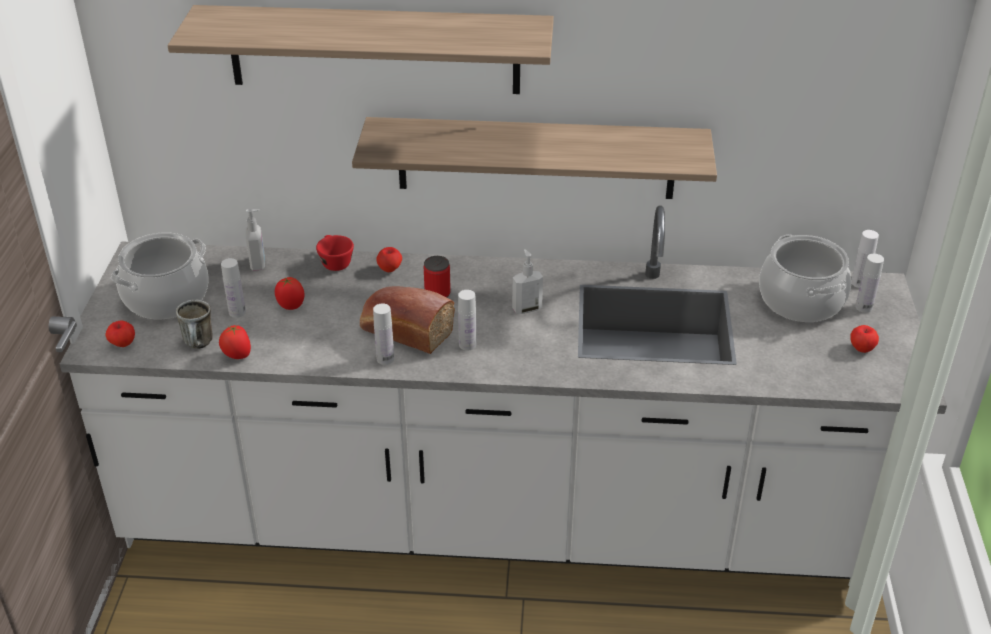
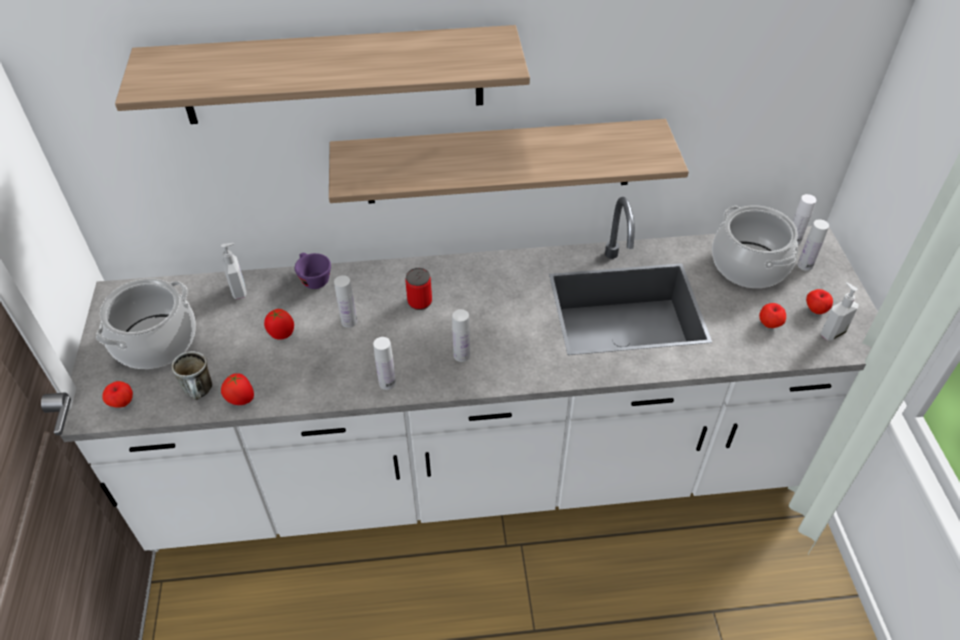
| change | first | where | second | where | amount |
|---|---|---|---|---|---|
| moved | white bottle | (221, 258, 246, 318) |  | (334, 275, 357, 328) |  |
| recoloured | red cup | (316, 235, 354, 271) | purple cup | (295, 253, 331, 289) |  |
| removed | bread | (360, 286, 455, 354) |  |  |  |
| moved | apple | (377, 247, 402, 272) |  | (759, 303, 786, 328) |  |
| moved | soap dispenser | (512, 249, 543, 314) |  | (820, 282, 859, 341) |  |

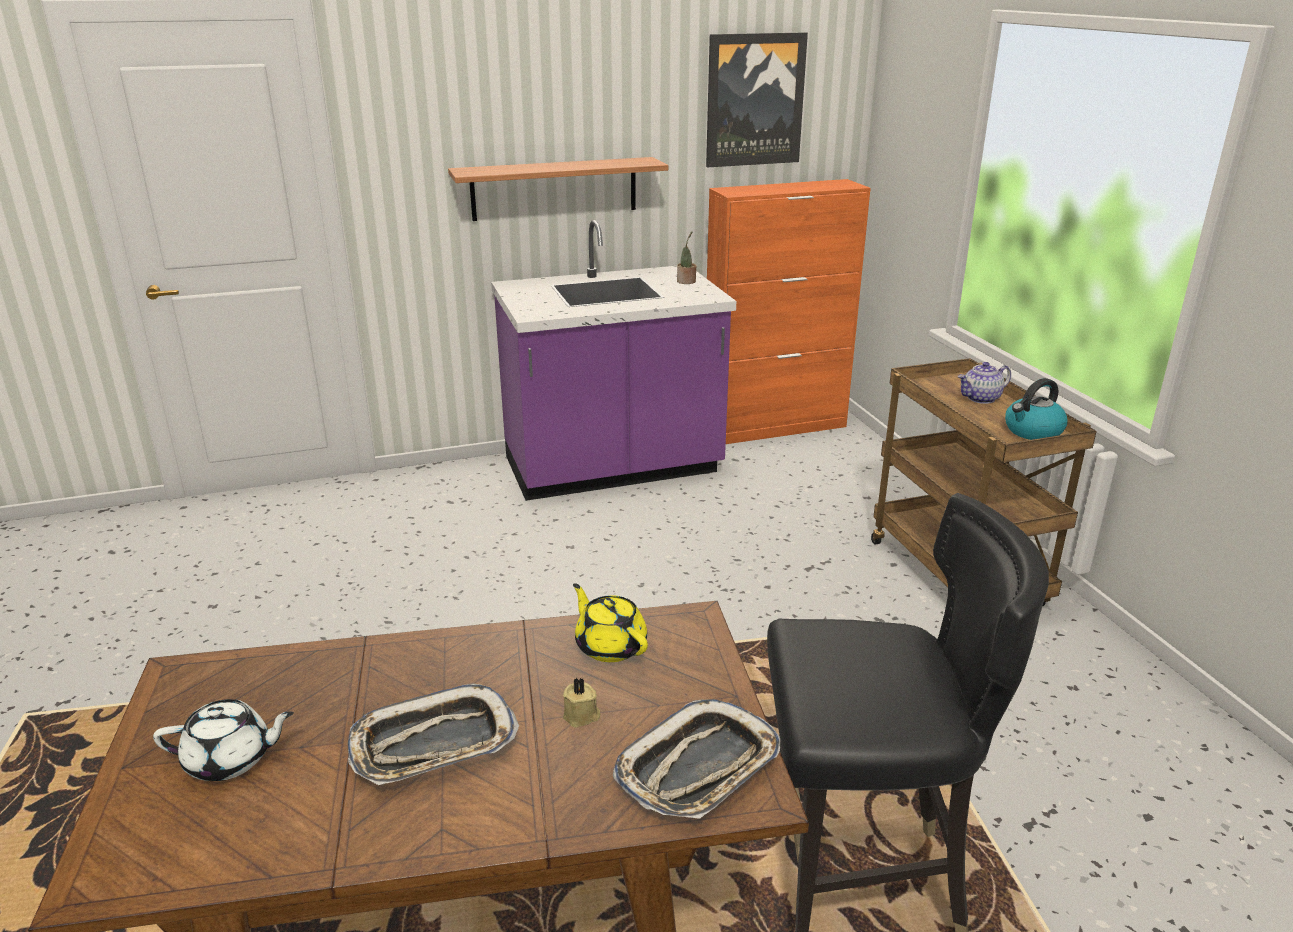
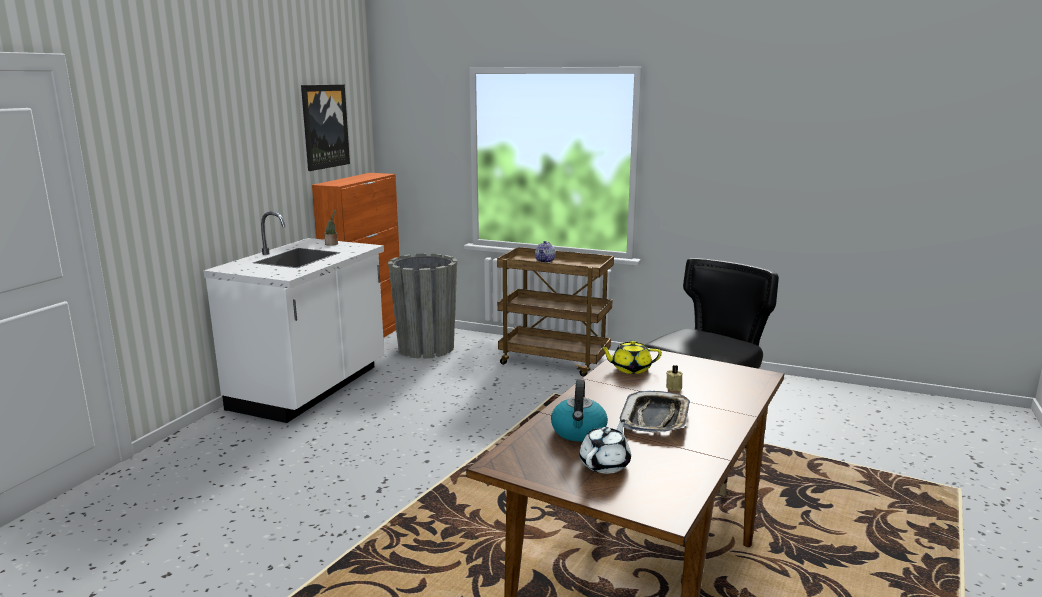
| change | first | where | second | where | amount |
|---|---|---|---|---|---|
| removed | shelf | (448, 157, 668, 221) |  |  |  |
| recoloured | purple counter | (491, 220, 736, 501) | white counter | (203, 211, 384, 423) |  |
| removed | tray | (613, 699, 781, 819) |  |  |  |
| moved | kettle | (1005, 378, 1068, 440) |  | (551, 379, 608, 441) |  |
| added |  |  | grey planter | (388, 253, 457, 359) |  |

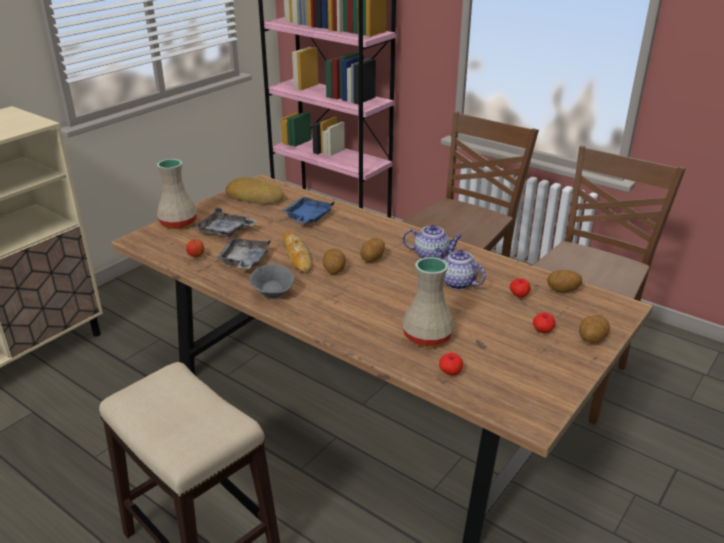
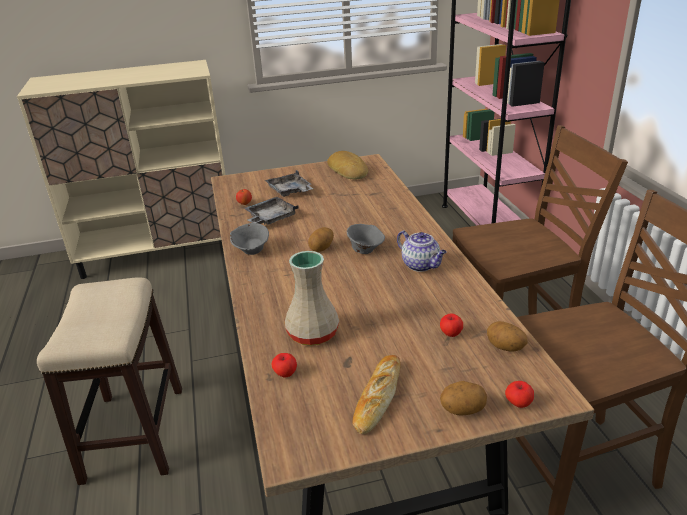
| change | first | where | second | where | amount |
|---|---|---|---|---|---|
| removed | beige vase | (157, 159, 197, 229) |  |  |  |
| removed | blue tray | (282, 197, 334, 223) |  |  |  |
| moved | bread | (283, 232, 312, 273) |  | (352, 355, 401, 434) |  |
| replaced | potato | (360, 238, 385, 262) | grey bowl | (347, 224, 385, 254) |  |
| removed | teapot | (435, 248, 486, 290) |  |  |  |
| moved | apple | (533, 312, 555, 333) |  | (505, 381, 534, 408) |  |

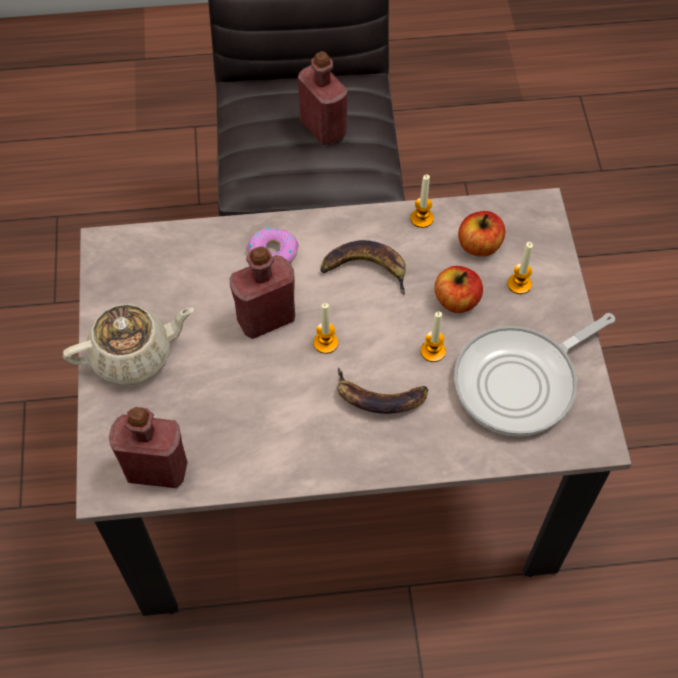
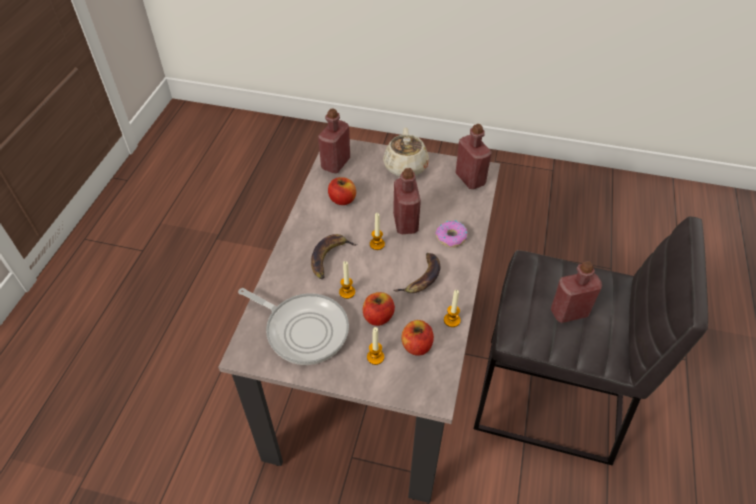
| change | first | where | second | where | amount |
|---|---|---|---|---|---|
| turned | frying pan | (454, 313, 615, 436) |  | (238, 288, 349, 365) | 135 degrees clockwise |
| added |  |  | apple | (328, 177, 356, 205) |  |
| added |  |  | red bottle | (455, 124, 492, 189) |  |

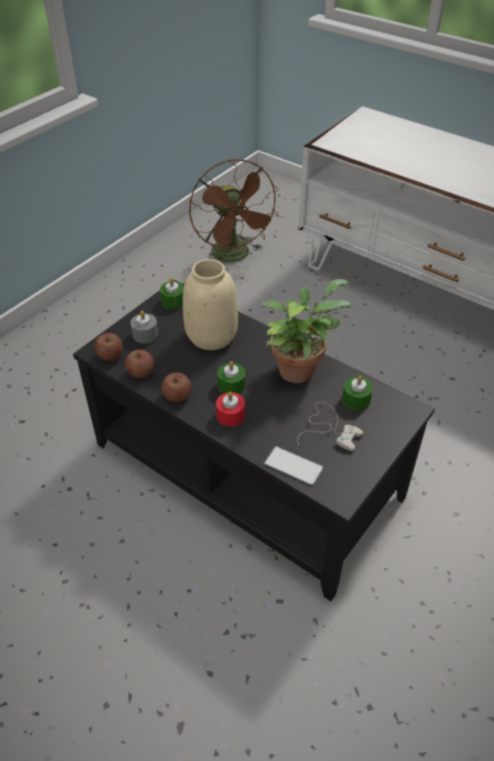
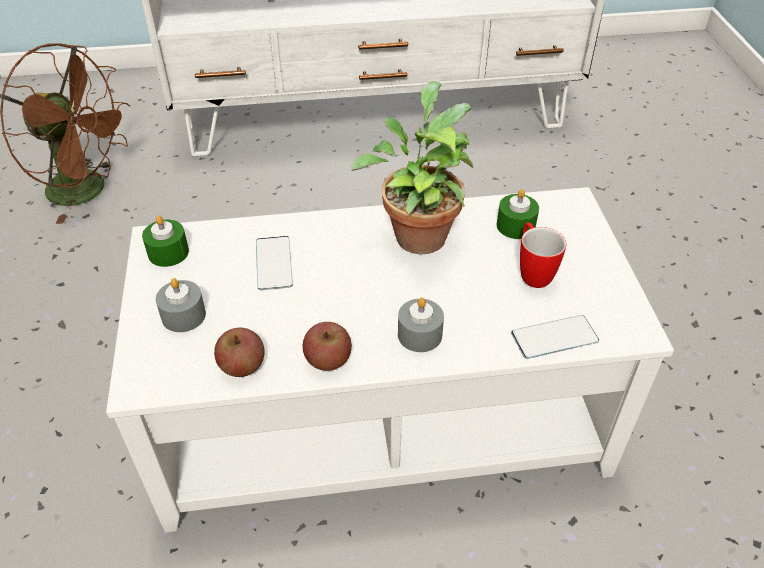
| change | first | where | second | where | amount |
|---|---|---|---|---|---|
| recoloured | black coffee table | (73, 280, 435, 601) | white coffee table | (106, 187, 674, 533) |  |
| removed | apple | (94, 333, 123, 361) |  |  |  |
| replaced | beige vase | (183, 259, 238, 350) | phone | (256, 236, 293, 290) |  |
| recoloured | red candle | (216, 392, 245, 427) | grey candle | (398, 297, 444, 352) |  |
| removed | green candle | (217, 361, 245, 394) |  |  |  |
| replaced | white game controller | (297, 402, 363, 451) | mug | (520, 223, 566, 288) |  |

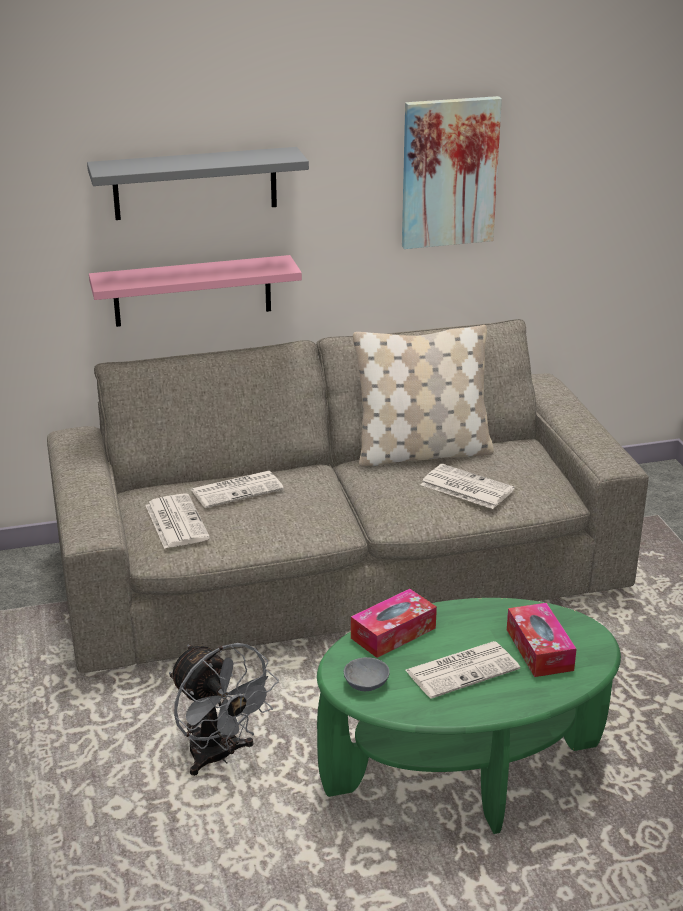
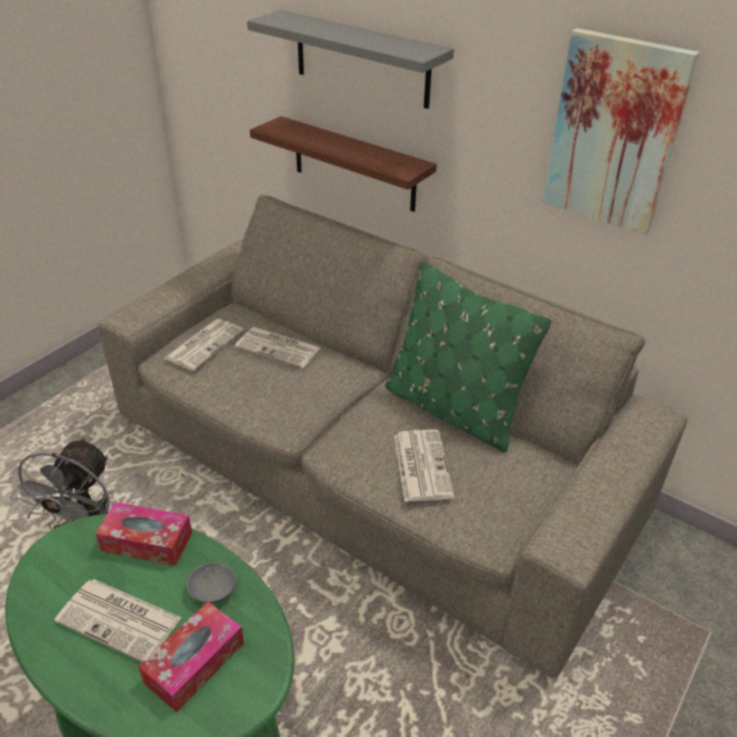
| change | first | where | second | where | amount |
|---|---|---|---|---|---|
| recoloured | pink shelf | (89, 255, 302, 327) | brown shelf | (250, 116, 437, 212) |  |
| moved | grey bowl | (344, 657, 390, 691) |  | (186, 562, 236, 604) |  |
| recoloured | beige pillow | (353, 325, 494, 466) | green pillow | (385, 262, 552, 452) |  |

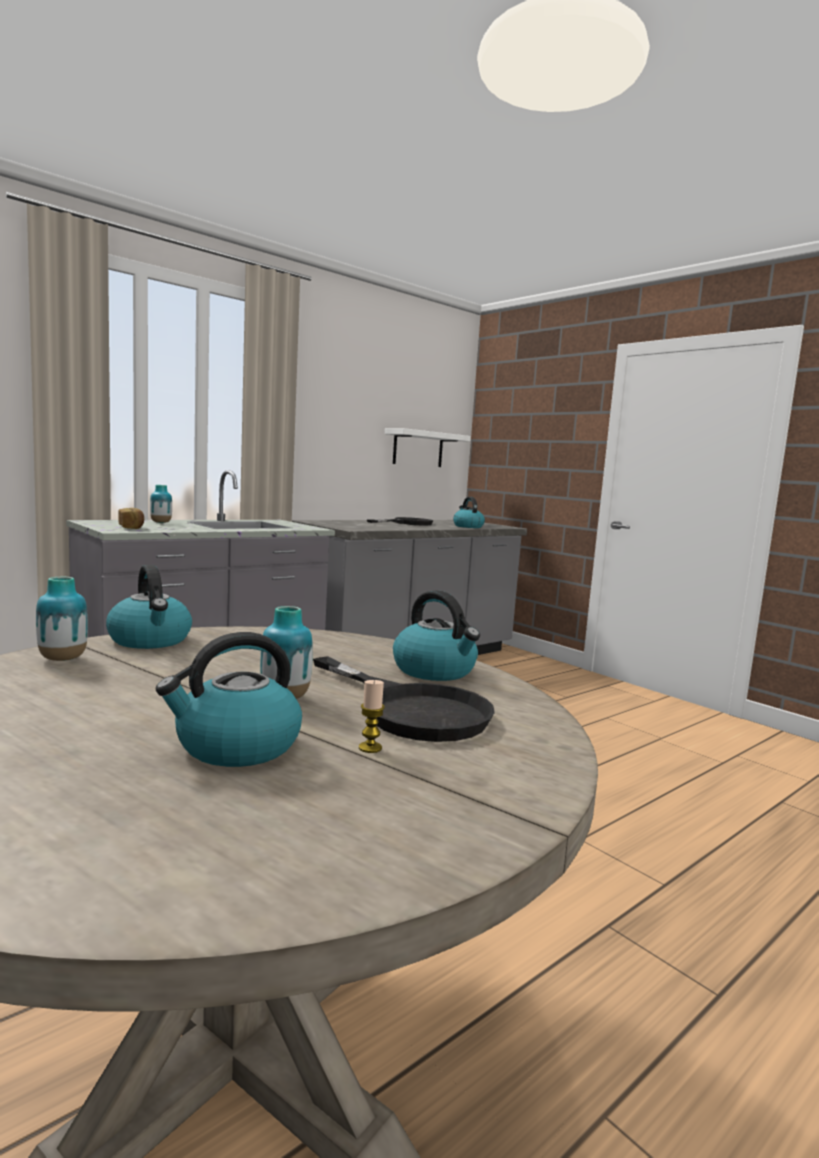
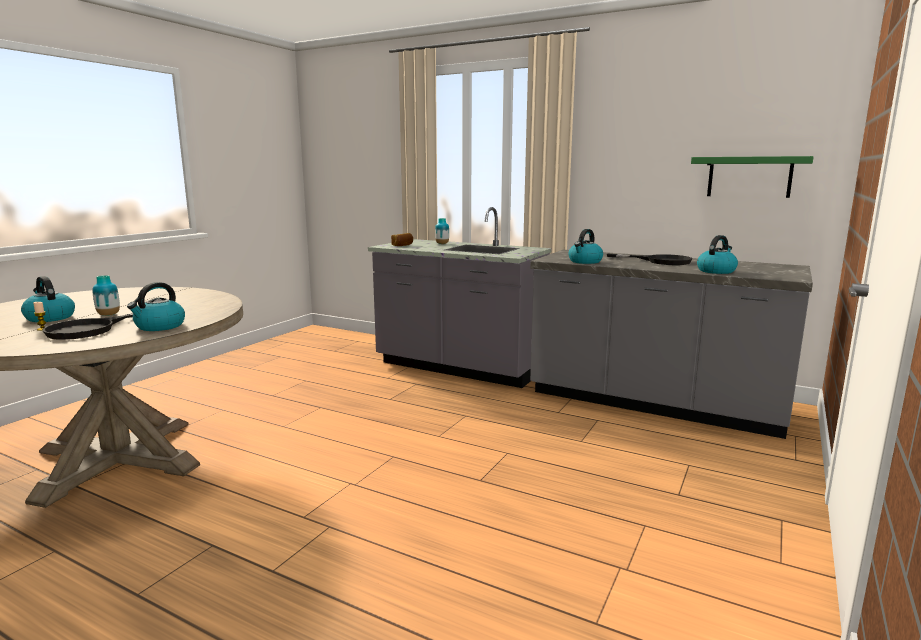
| change | first | where | second | where | amount |
|---|---|---|---|---|---|
| removed | vase | (36, 577, 88, 661) |  |  |  |
| moved | kettle | (106, 565, 192, 649) |  | (568, 229, 603, 264) |  |
| recoloured | white shelf | (385, 428, 471, 467) | green shelf | (691, 156, 814, 198) |  |

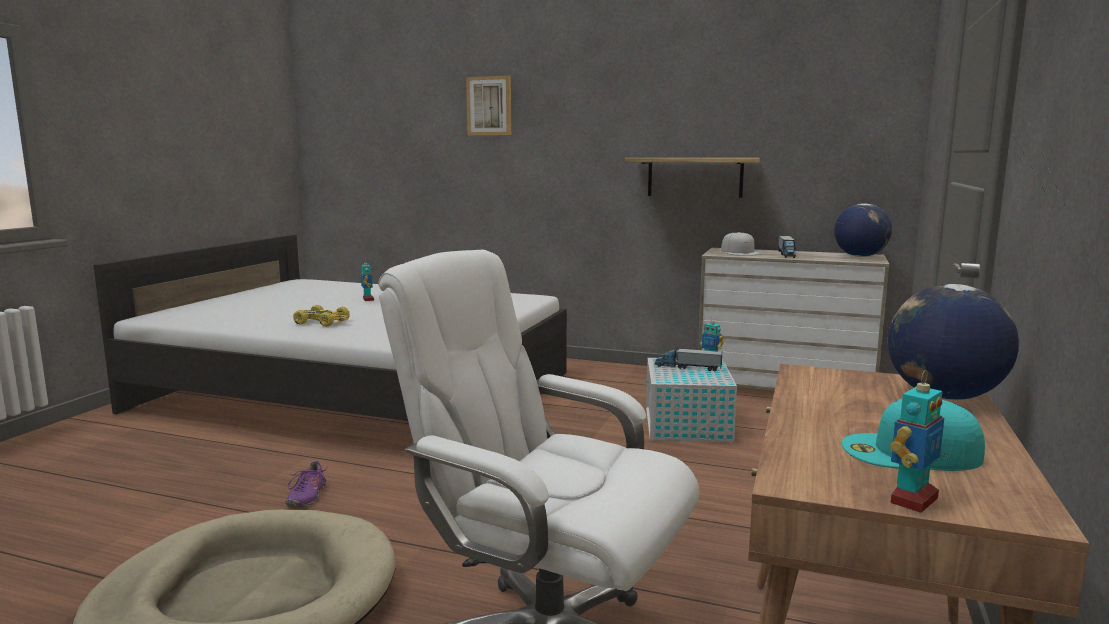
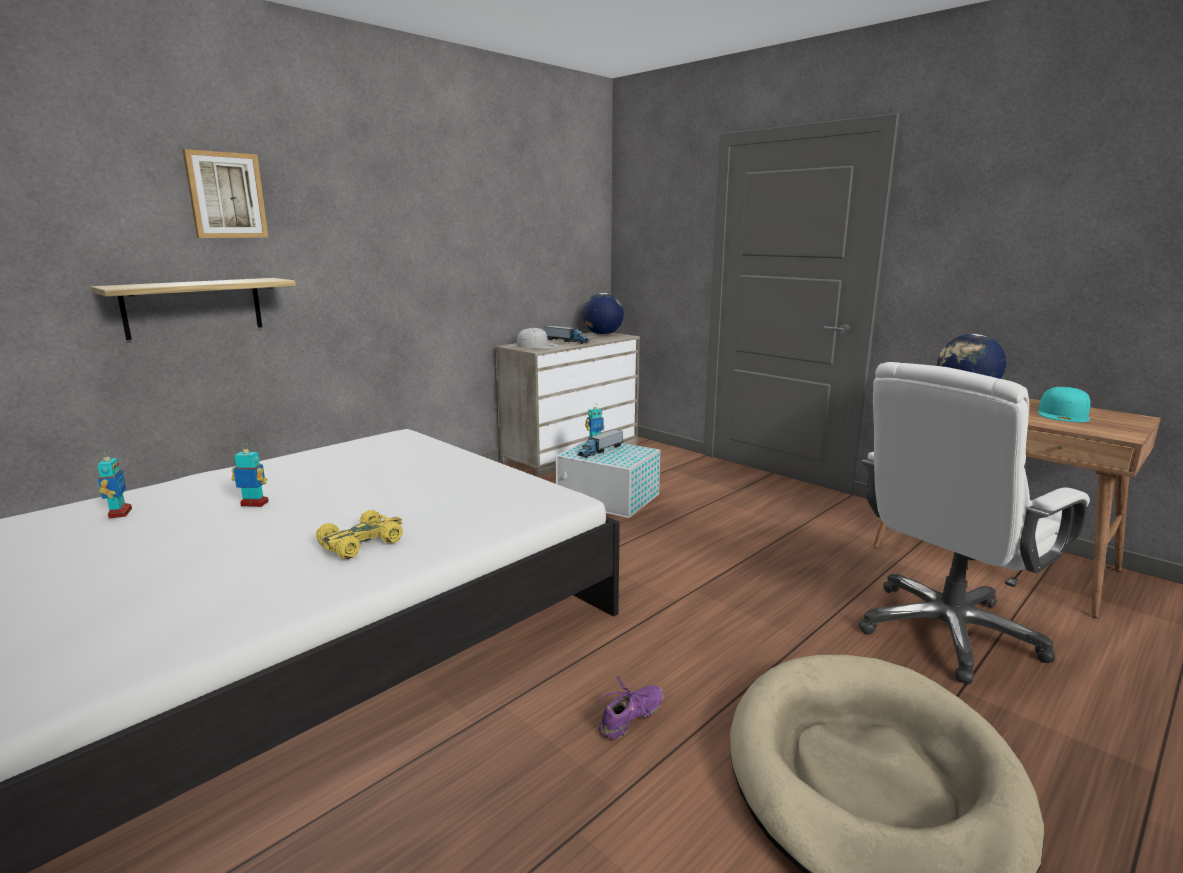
| change | first | where | second | where | amount |
|---|---|---|---|---|---|
| turned | purple shoe | (285, 460, 329, 507) |  | (598, 676, 664, 740) | 75 degrees counterclockwise |
| moved | shelf | (625, 158, 760, 198) |  | (91, 278, 296, 340) |  |
| moved | toy robot | (890, 370, 944, 513) |  | (97, 450, 132, 518) |  |

